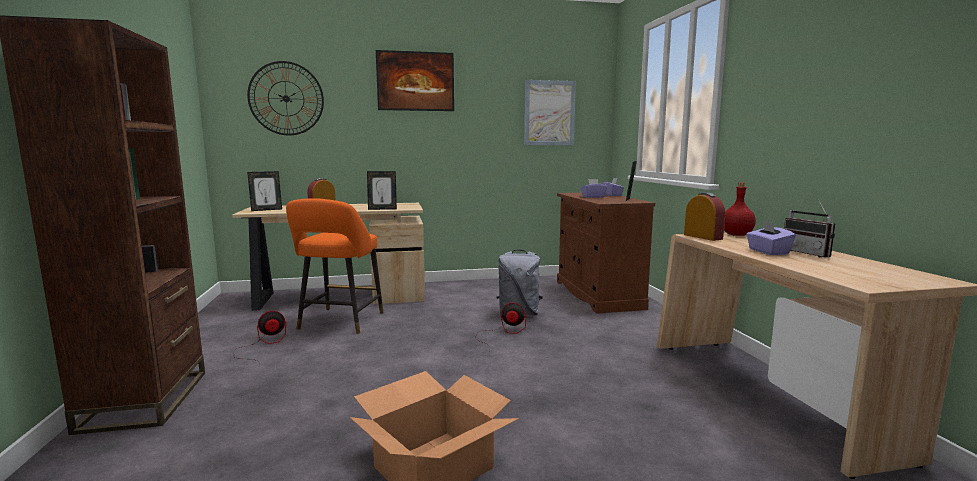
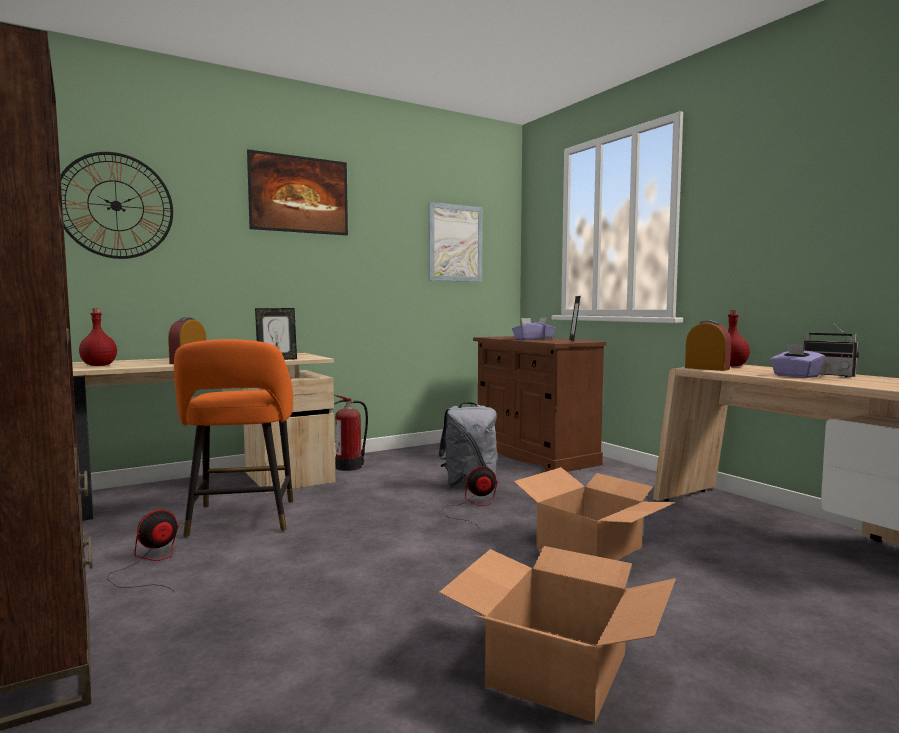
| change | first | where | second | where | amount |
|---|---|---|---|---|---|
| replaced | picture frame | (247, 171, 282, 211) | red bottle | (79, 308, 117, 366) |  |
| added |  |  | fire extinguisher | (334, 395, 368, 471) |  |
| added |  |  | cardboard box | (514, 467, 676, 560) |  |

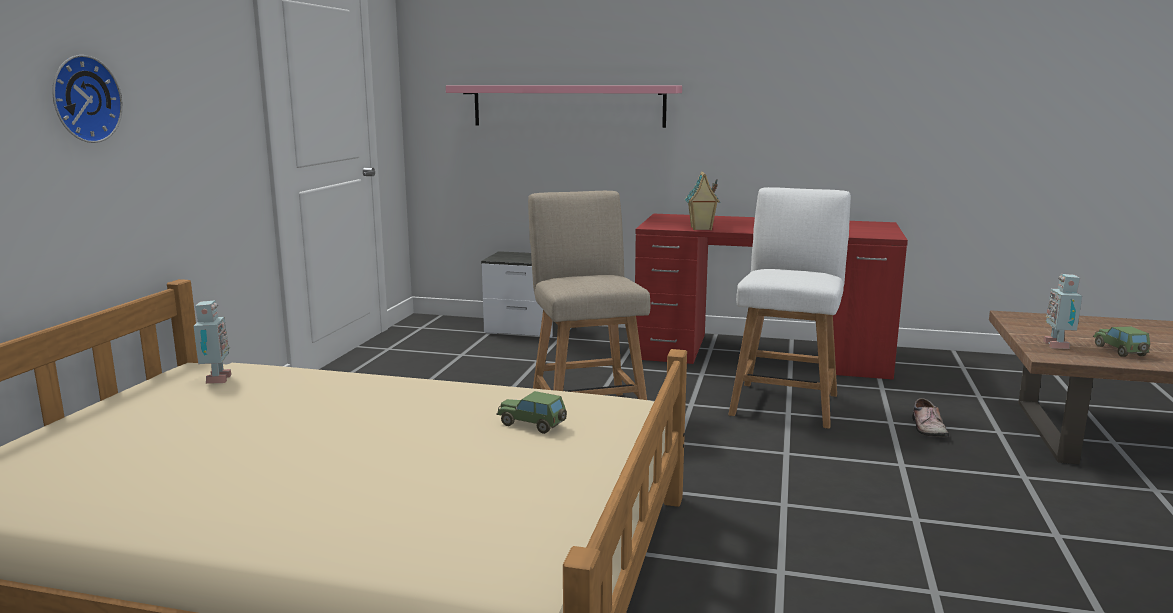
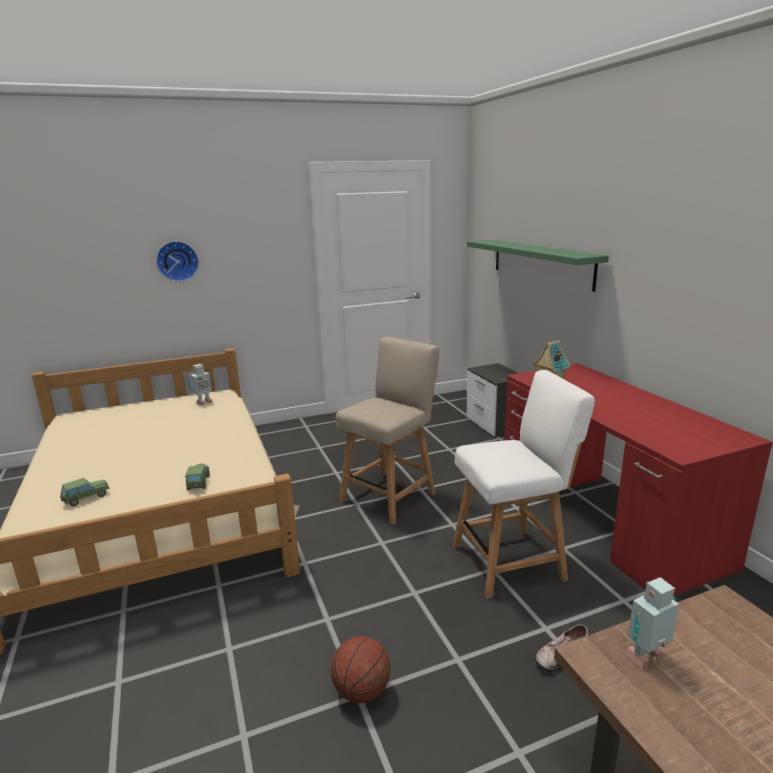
| change | first | where | second | where | amount |
|---|---|---|---|---|---|
| recoloured | pink shelf | (446, 85, 682, 128) | green shelf | (467, 240, 609, 292) |  |
| moved | toy car | (1093, 326, 1150, 357) |  | (60, 478, 110, 507) |  |
| added |  |  | basketball | (331, 636, 391, 703) |  |

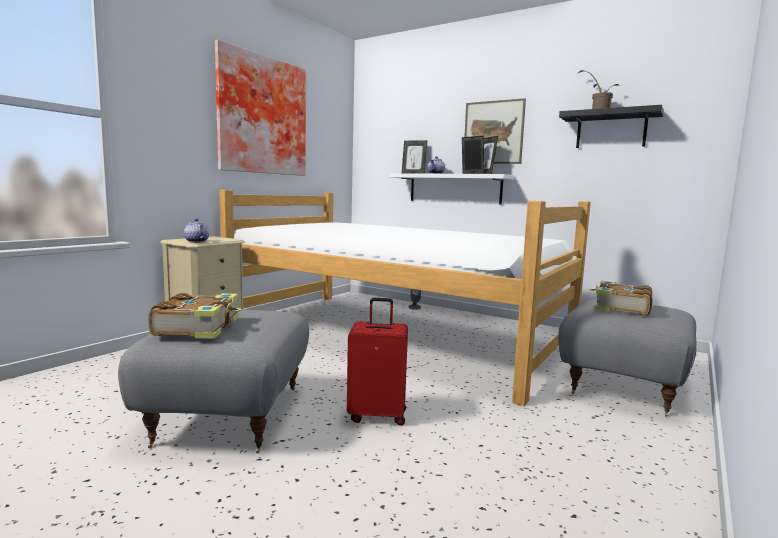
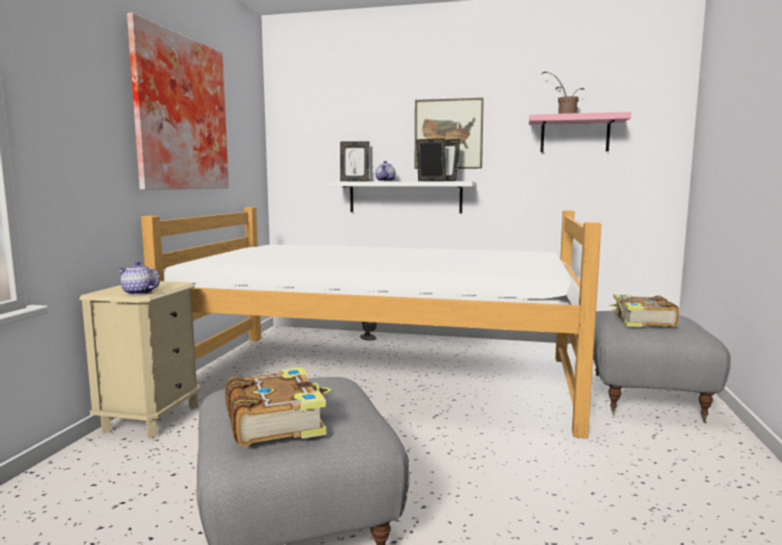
| change | first | where | second | where | amount |
|---|---|---|---|---|---|
| removed | red suitcase | (347, 298, 408, 426) |  |  |  |
| recoloured | black shelf | (559, 105, 664, 148) | pink shelf | (529, 112, 631, 152) |  |

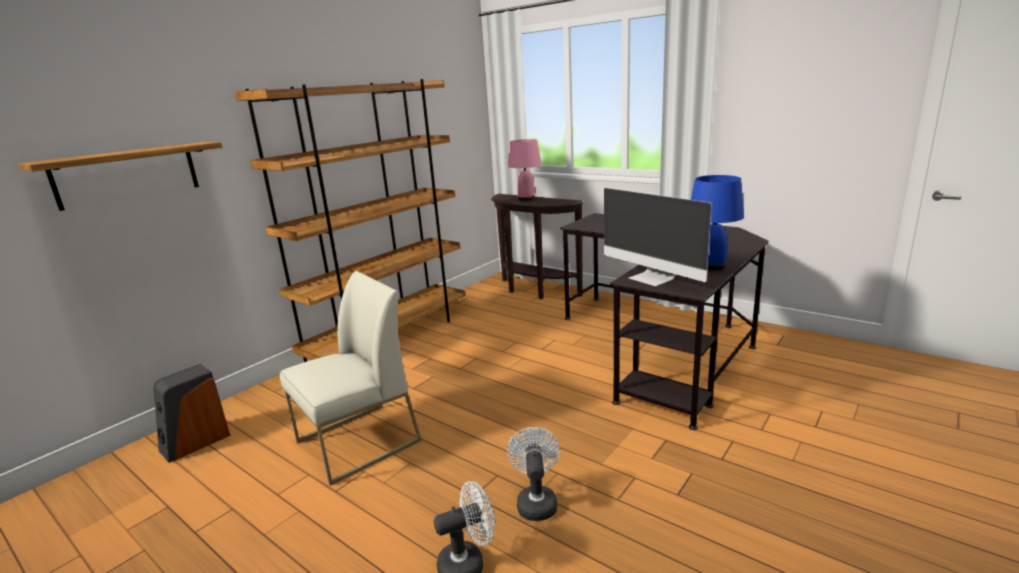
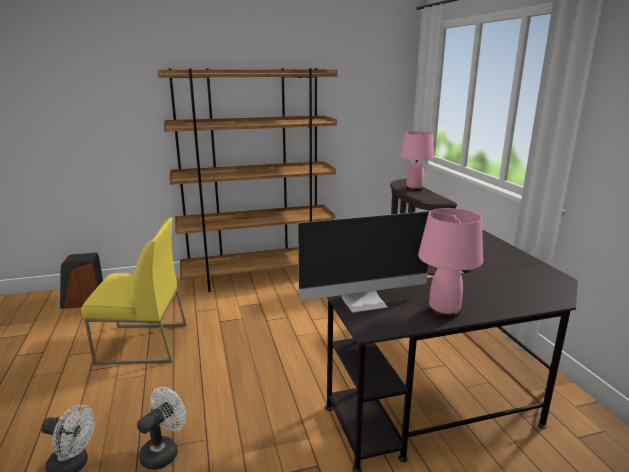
| change | first | where | second | where | amount |
|---|---|---|---|---|---|
| removed | shelf | (18, 142, 222, 211) |  |  |  |
| recoloured | white chair | (280, 271, 422, 486) | yellow chair | (81, 217, 187, 365) |  |
| turned | monitor | (604, 188, 712, 286) |  | (298, 211, 430, 313) | 105 degrees counterclockwise |
| recoloured | blue table lamp | (691, 175, 744, 270) | pink table lamp | (418, 208, 483, 319) |  |

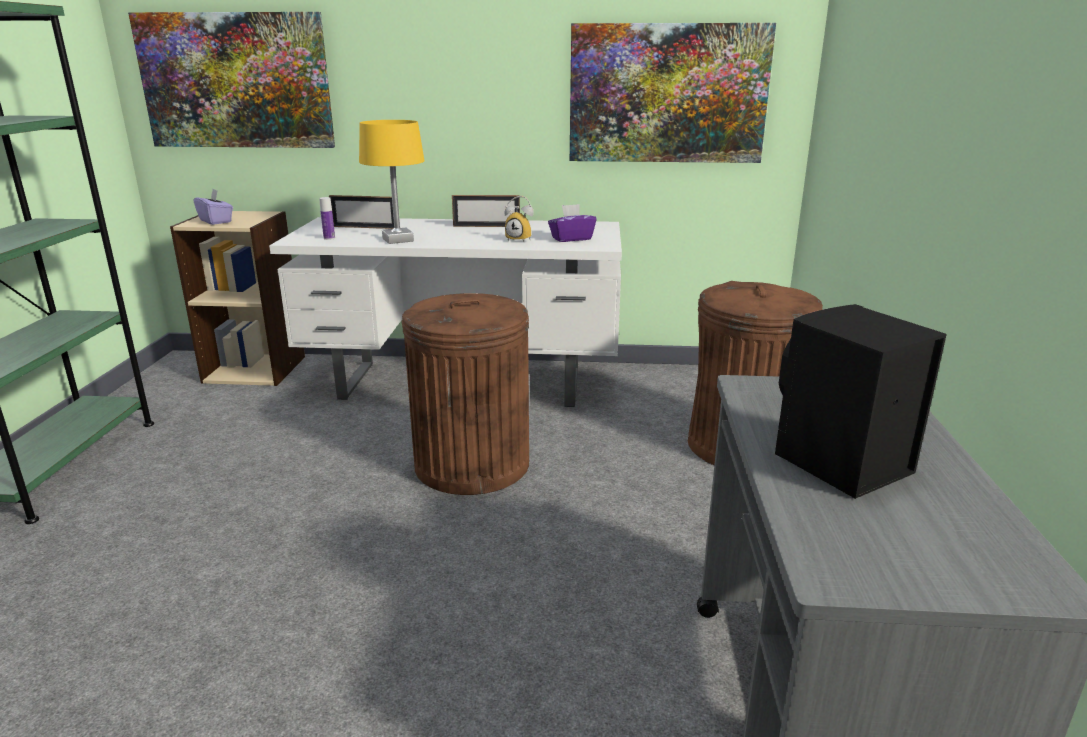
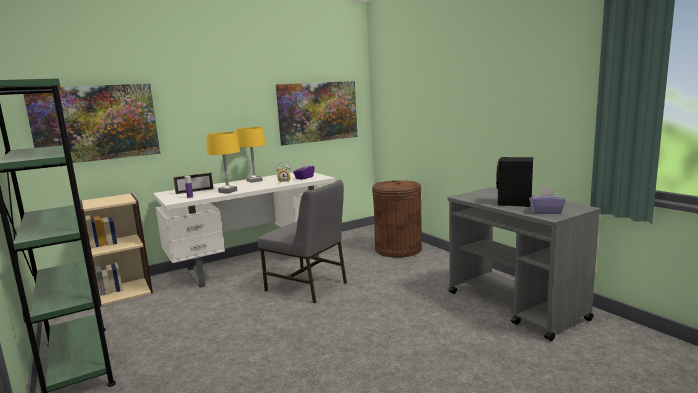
| change | first | where | second | where | amount |
|---|---|---|---|---|---|
| moved | purple tissue box | (193, 189, 233, 225) |  | (529, 188, 566, 214) |  |
| replaced | brown trash can | (401, 293, 529, 495) | grey chair | (258, 179, 347, 303) |  |
| replaced | picture frame | (452, 195, 520, 227) | yellow table lamp | (236, 127, 266, 183) |  |

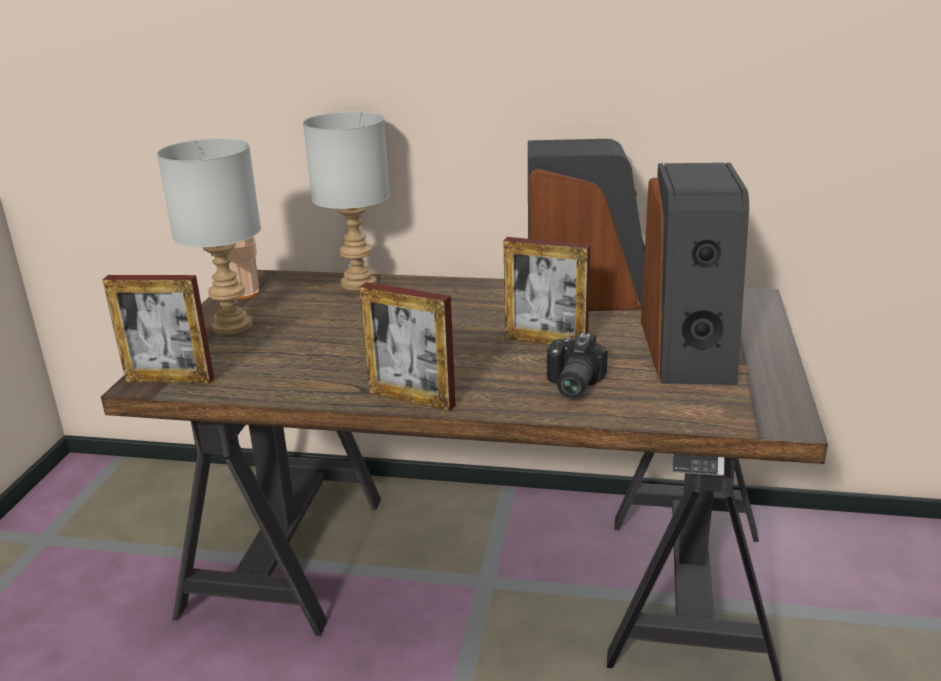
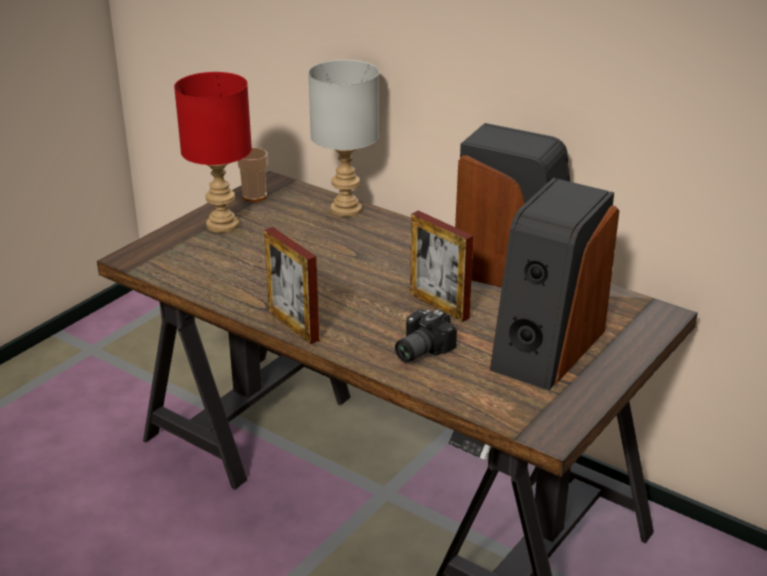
| change | first | where | second | where | amount |
|---|---|---|---|---|---|
| removed | picture frame | (103, 275, 214, 383) |  |  |  |
| recoloured | grey table lamp | (157, 138, 261, 335) | red table lamp | (174, 72, 252, 233) |  |

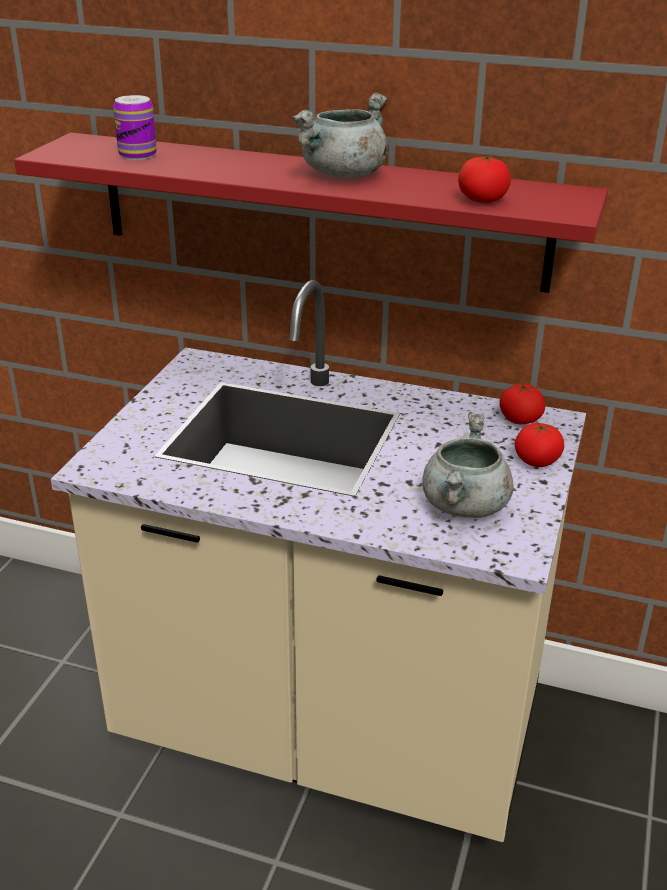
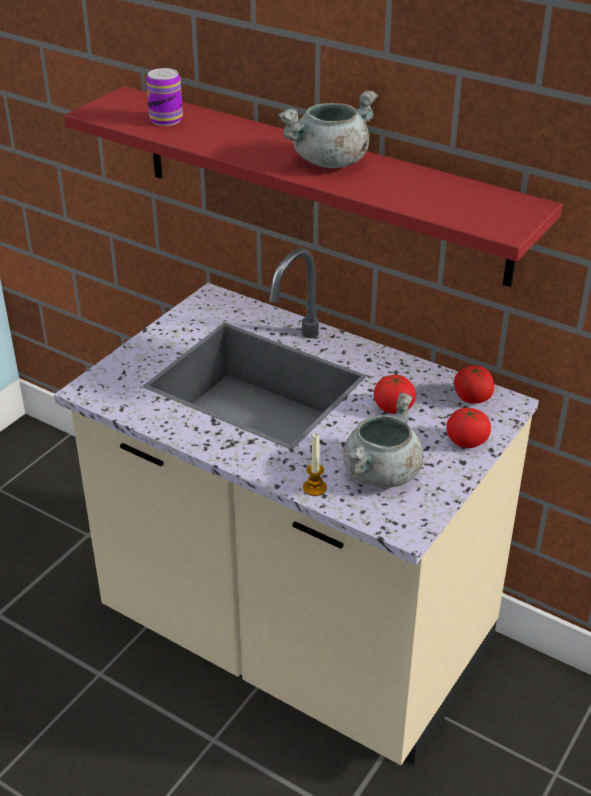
| change | first | where | second | where | amount |
|---|---|---|---|---|---|
| moved | tomato | (458, 156, 511, 203) |  | (374, 375, 416, 414) |  |
| added |  |  | candle | (303, 434, 327, 496) |  |

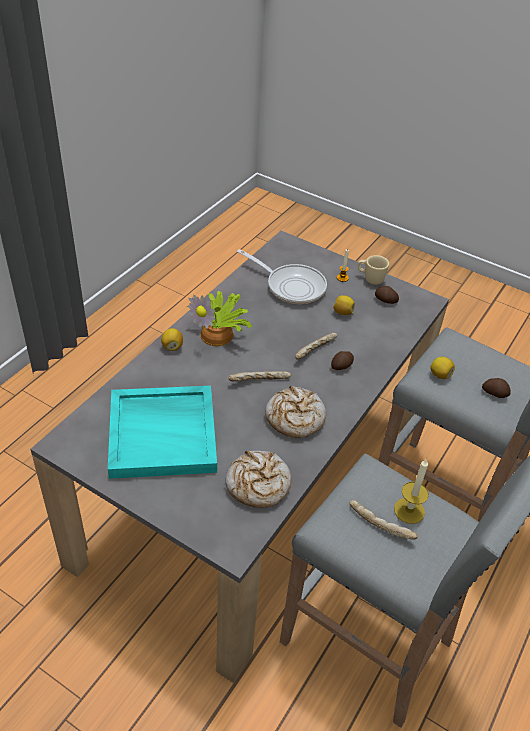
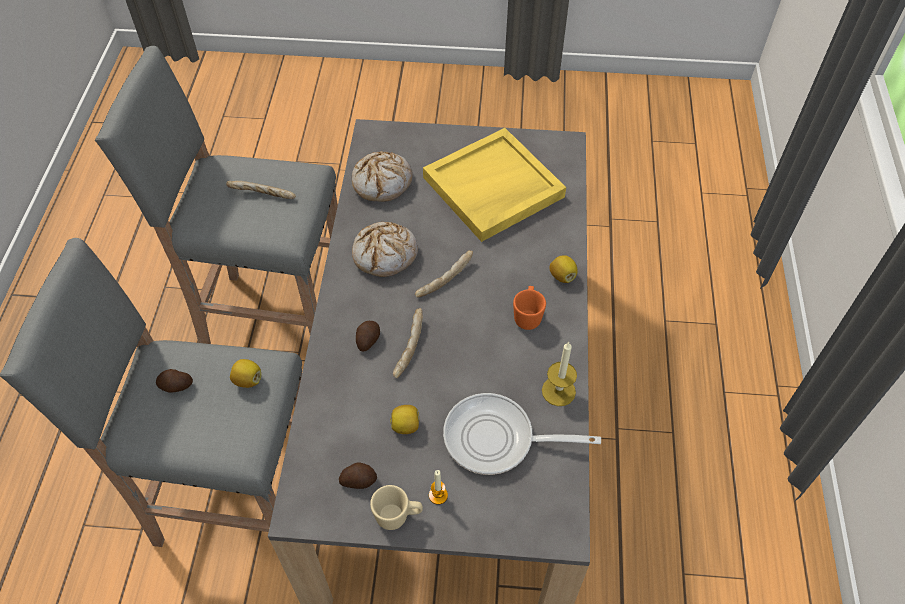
| change | first | where | second | where | amount |
|---|---|---|---|---|---|
| recoloured | turquoise tray | (108, 386, 217, 479) | yellow tray | (423, 128, 566, 242) |  |
| replaced | potted plant | (187, 291, 252, 346) | orange mug | (513, 286, 546, 330) |  |
| moved | candle | (394, 458, 429, 524) |  | (542, 342, 577, 406) |  |

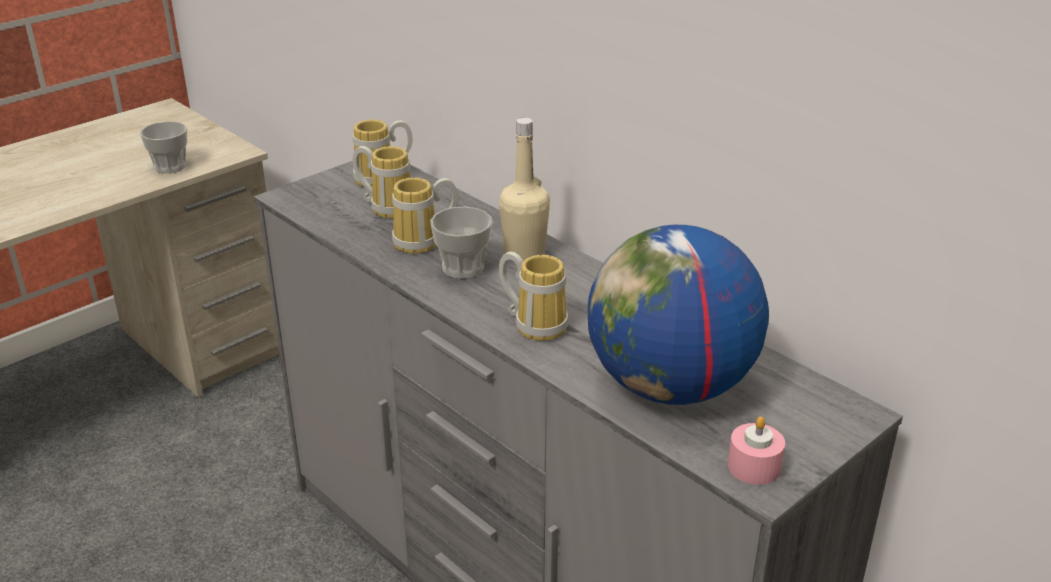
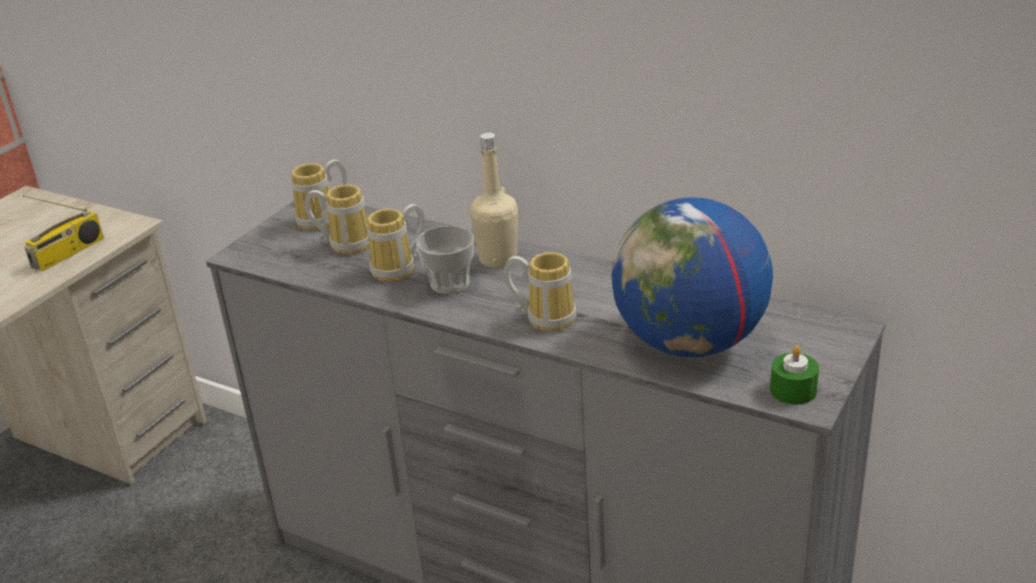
| change | first | where | second | where | amount |
|---|---|---|---|---|---|
| replaced | cup | (140, 121, 188, 174) | radio | (23, 195, 104, 271) |  |
| recoloured | pink candle | (728, 417, 785, 485) | green candle | (770, 345, 819, 405) |  |

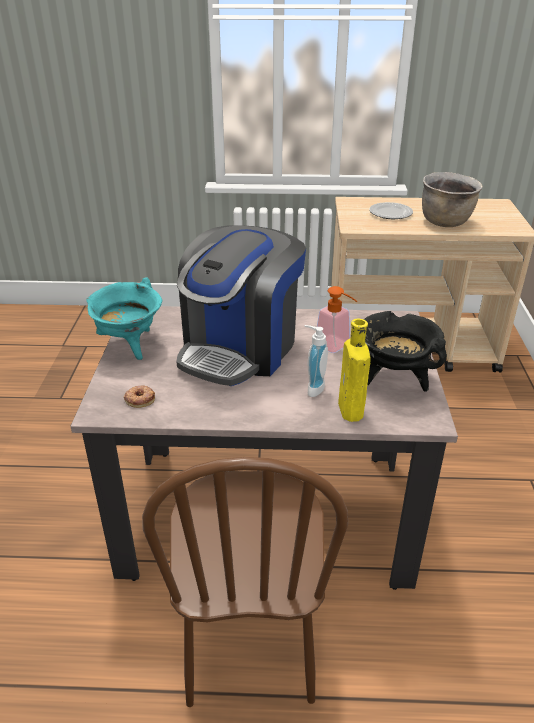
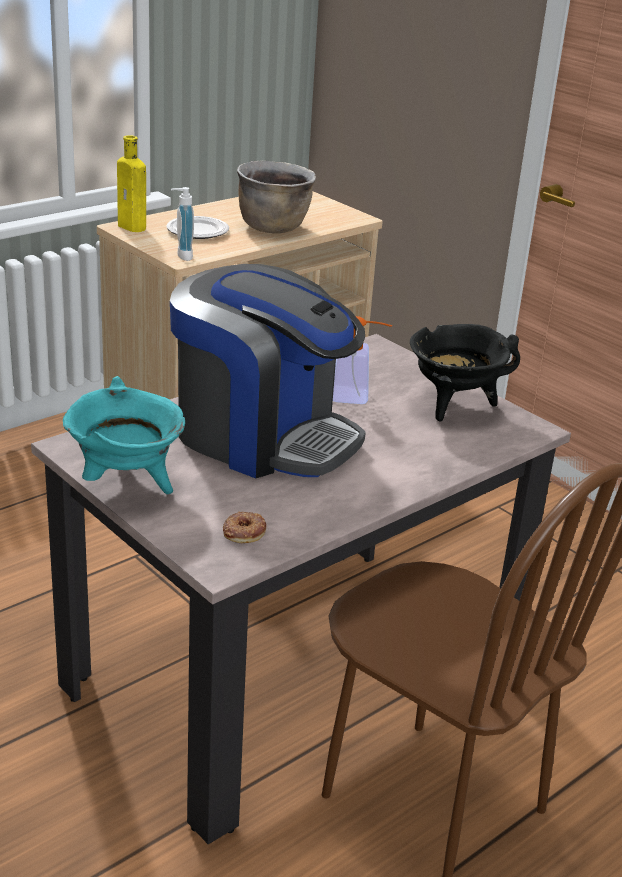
| change | first | where | second | where | amount |
|---|---|---|---|---|---|
| turned | coffee machine | (176, 225, 306, 386) |  | (170, 264, 366, 478) | 45 degrees counterclockwise |
| moved | soap dispenser | (305, 325, 328, 397) |  | (171, 187, 194, 261) |  |
| moved | yellow bottle | (338, 319, 371, 422) |  | (117, 135, 146, 232) |  |

